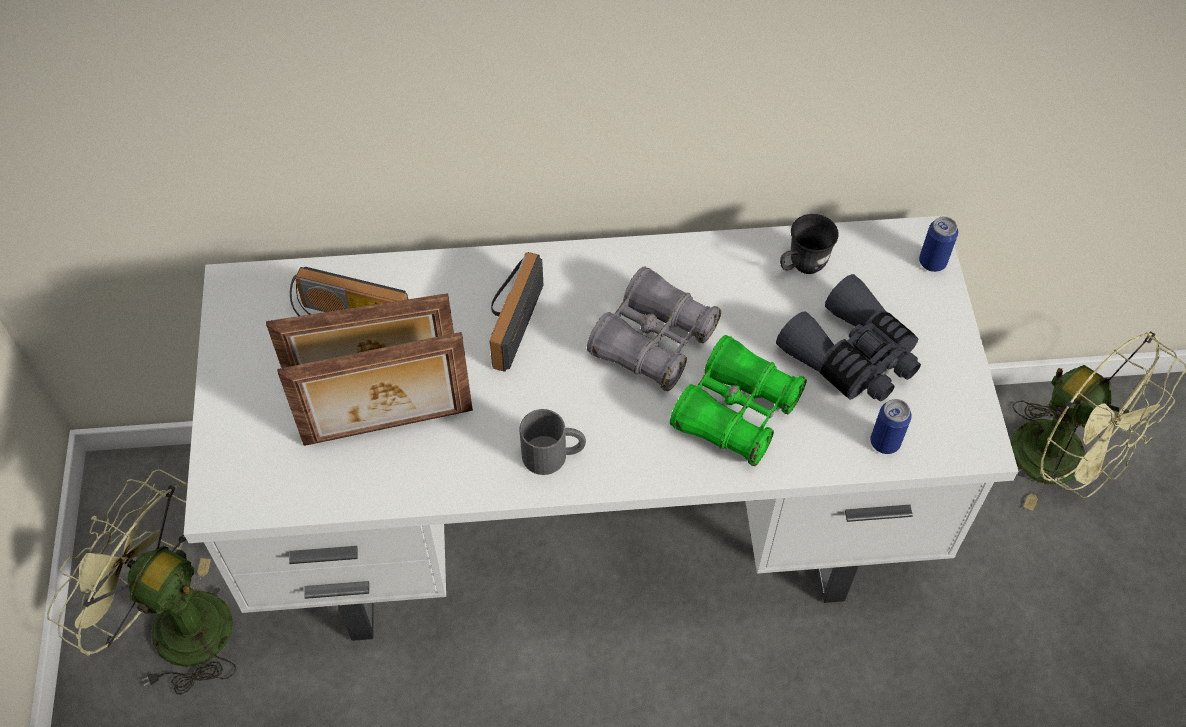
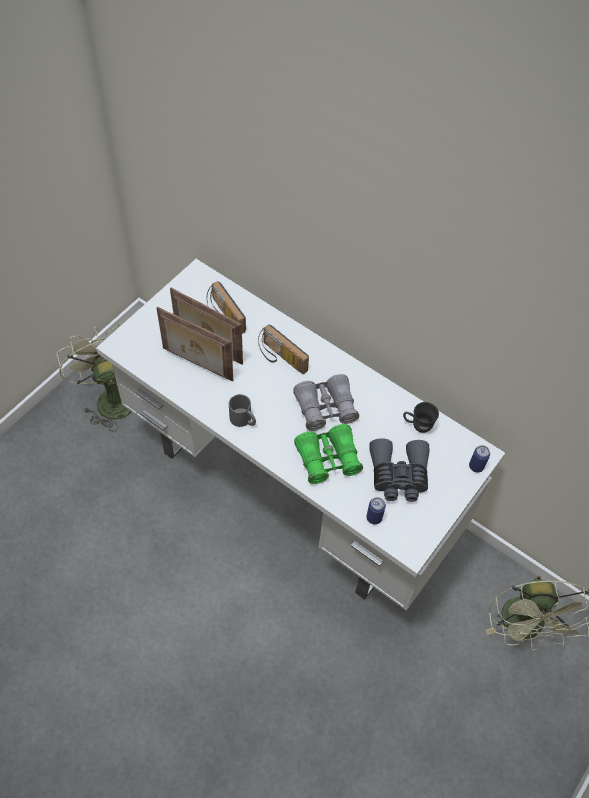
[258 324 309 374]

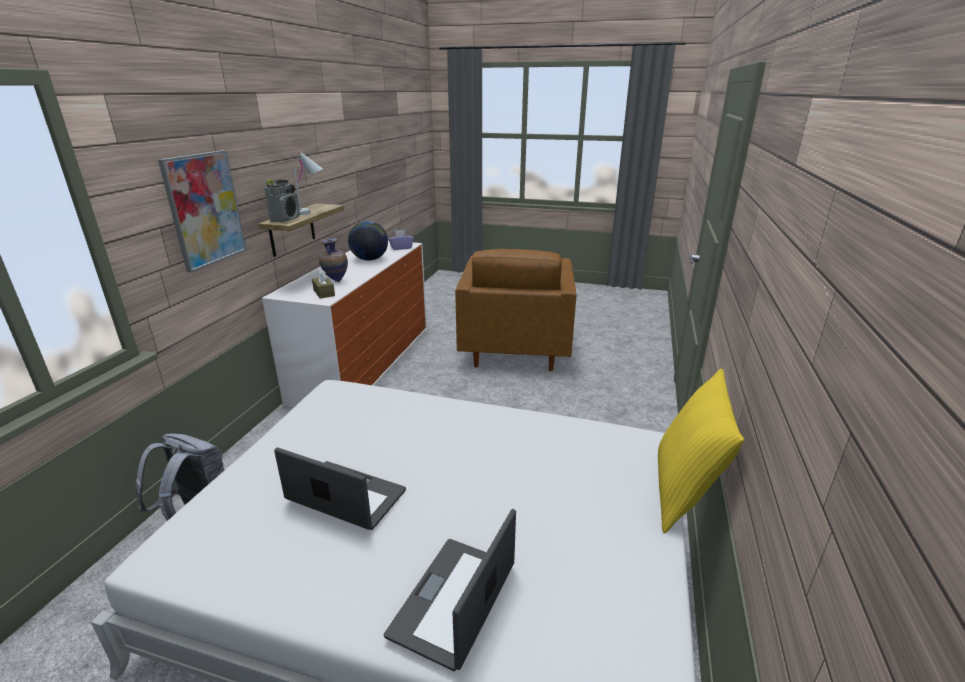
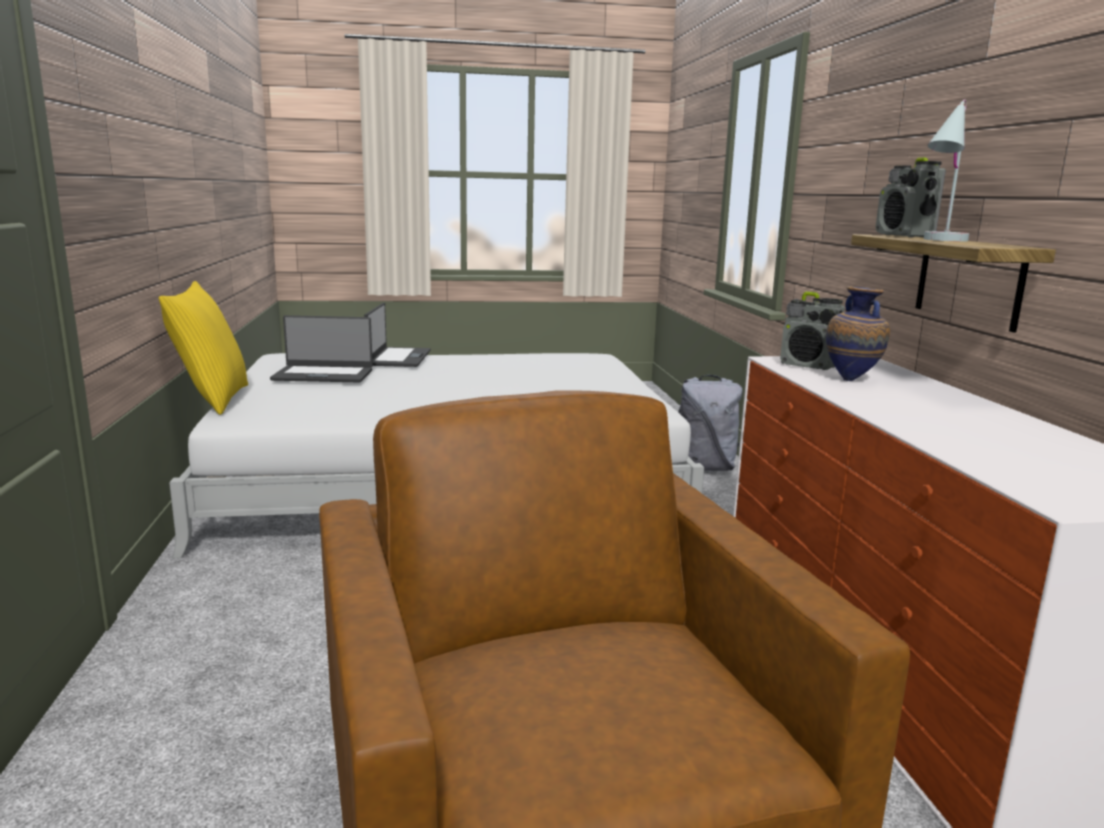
[270 315 373 382]
[780 292 845 370]
[158 150 247 273] (first image)
[348 221 388 261] (first image)
[388 229 414 250] (first image)

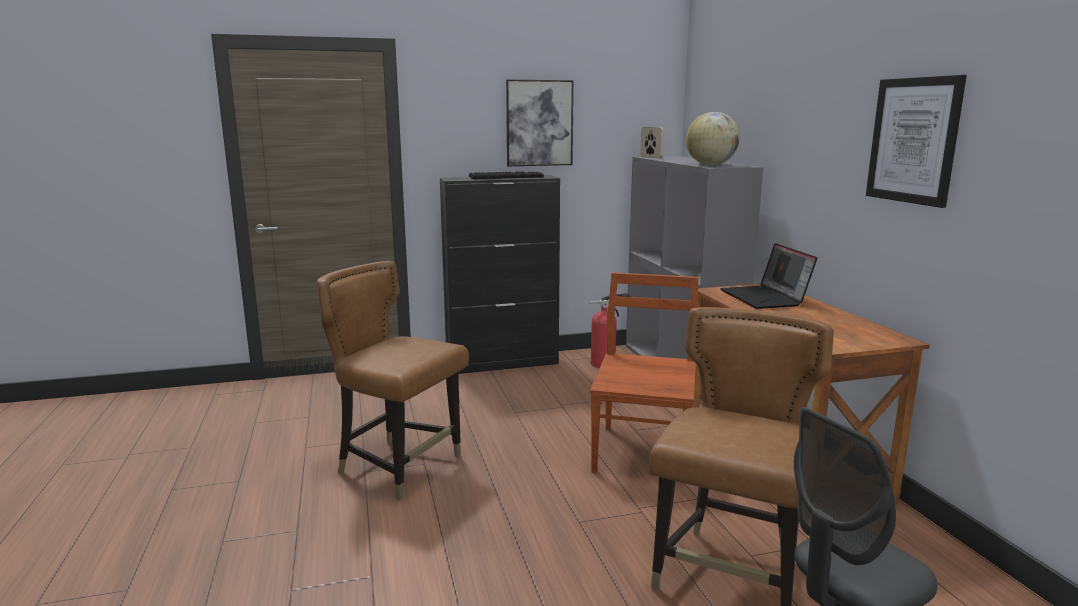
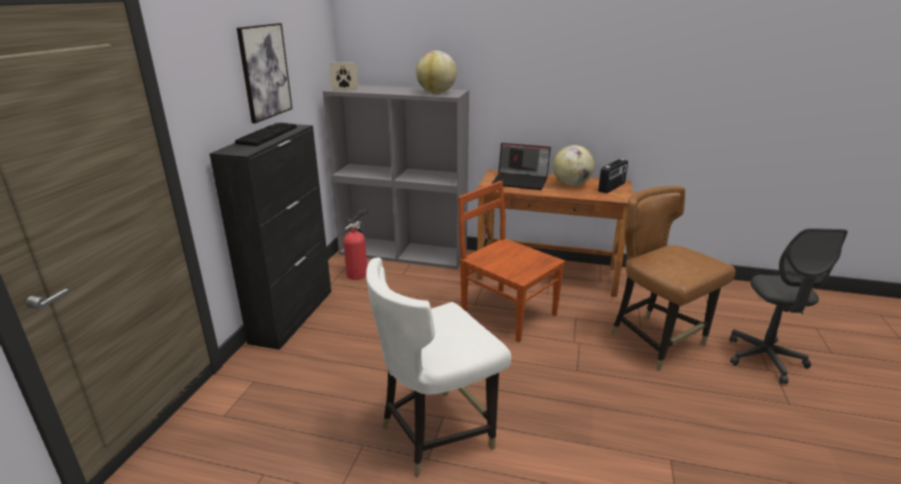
[366 258 511 477]
[553 145 594 186]
[598 159 628 194]
[866 75 967 208] (first image)

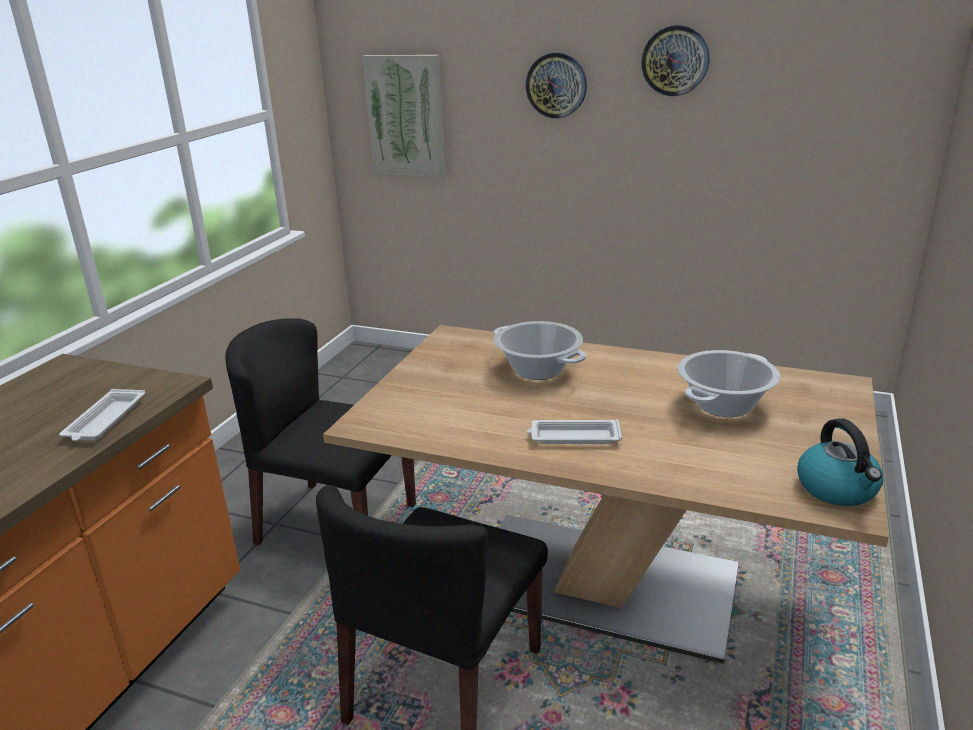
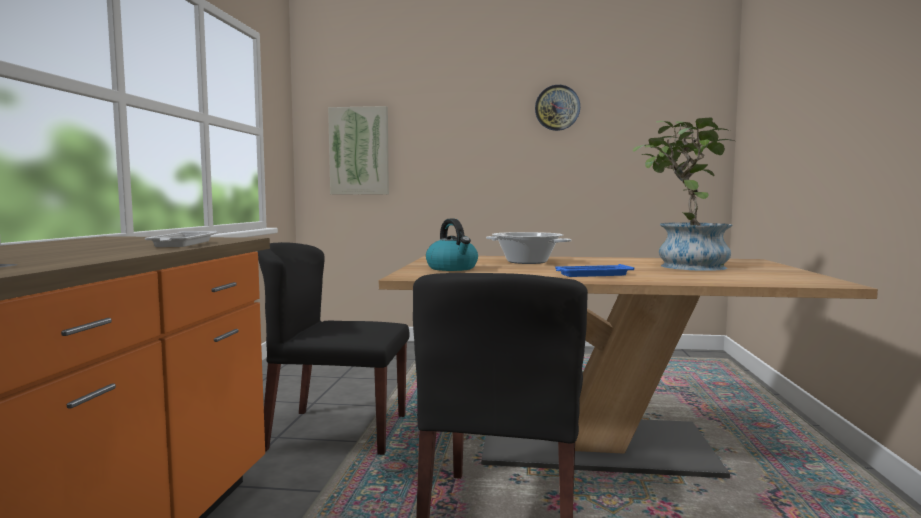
[426 218 478 271]
[555 264 634 277]
[633 118 734 271]
[526 52 587 118] (first image)

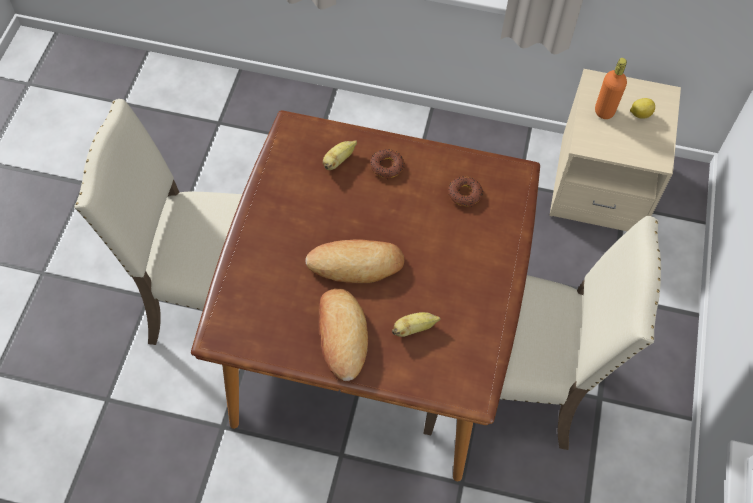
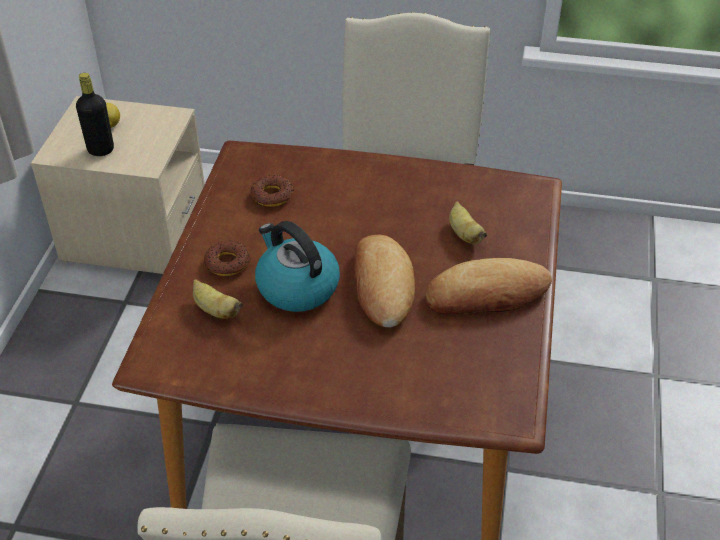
[76 73 114 156]
[255 221 340 312]

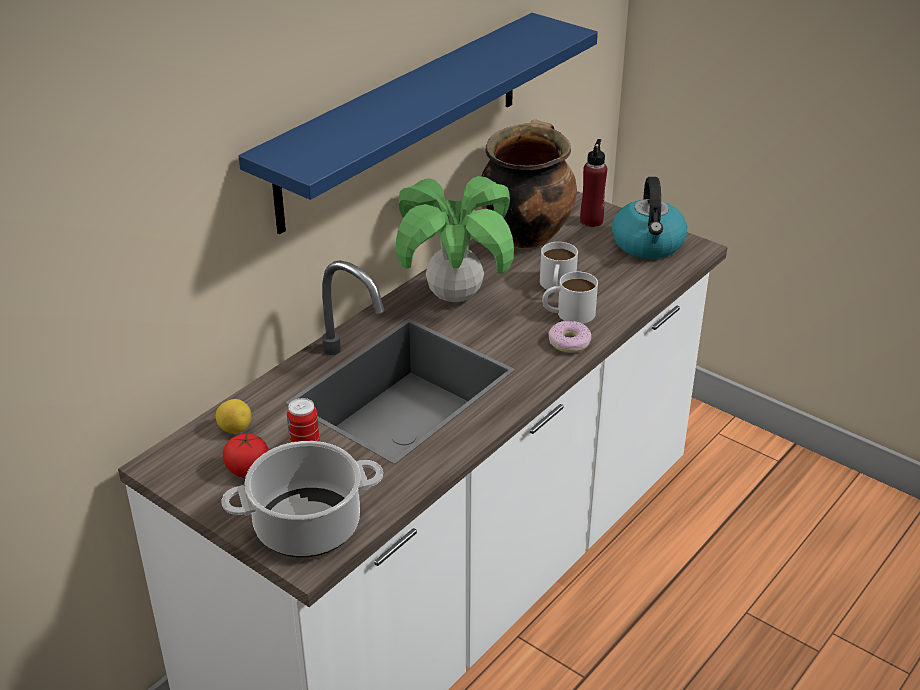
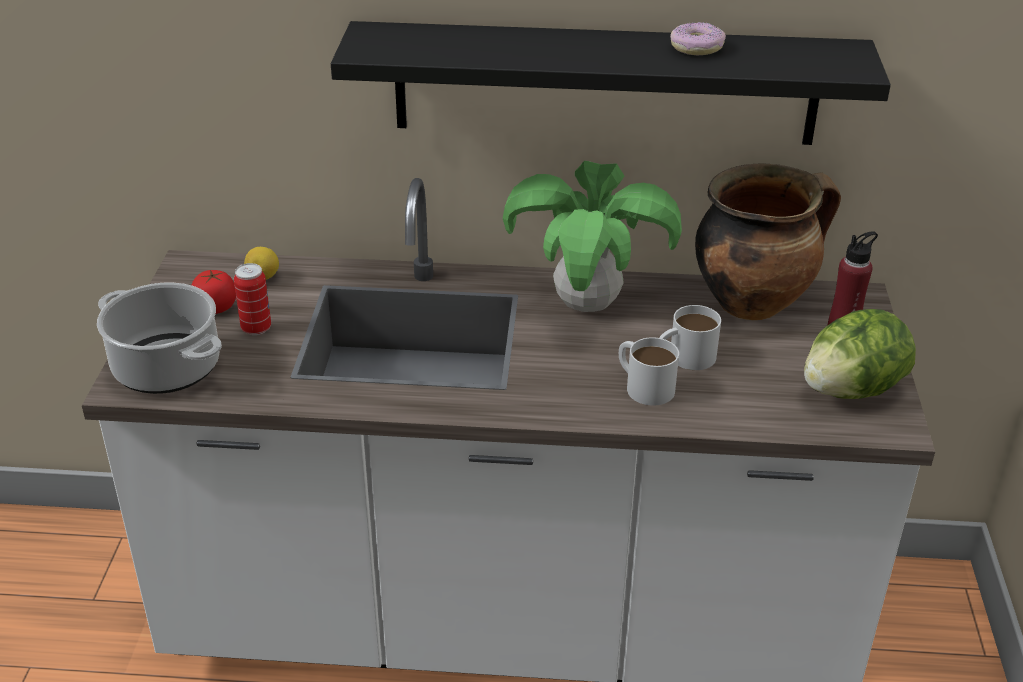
[331 21 891 145]
[670 22 726 55]
[804 309 916 399]

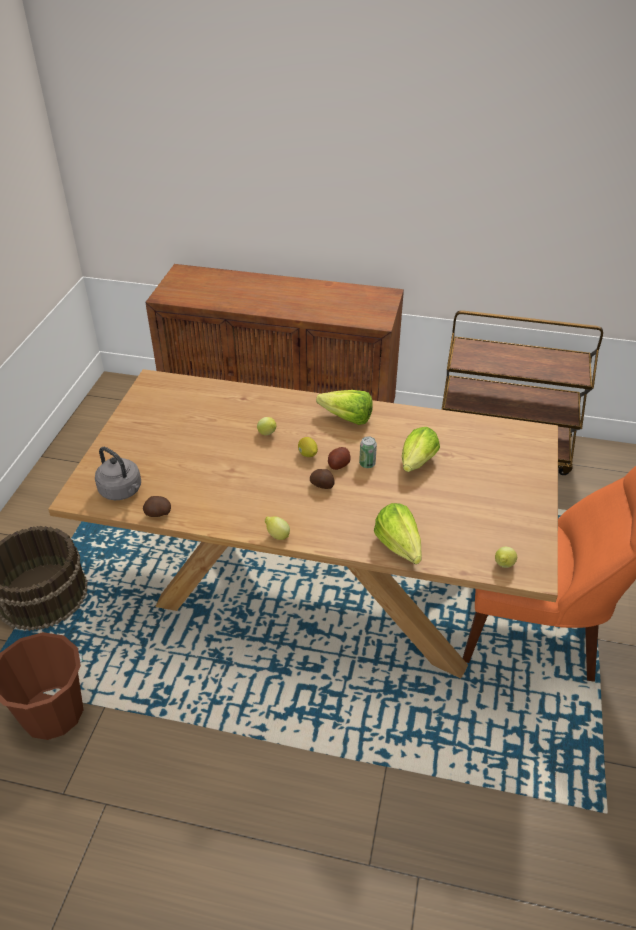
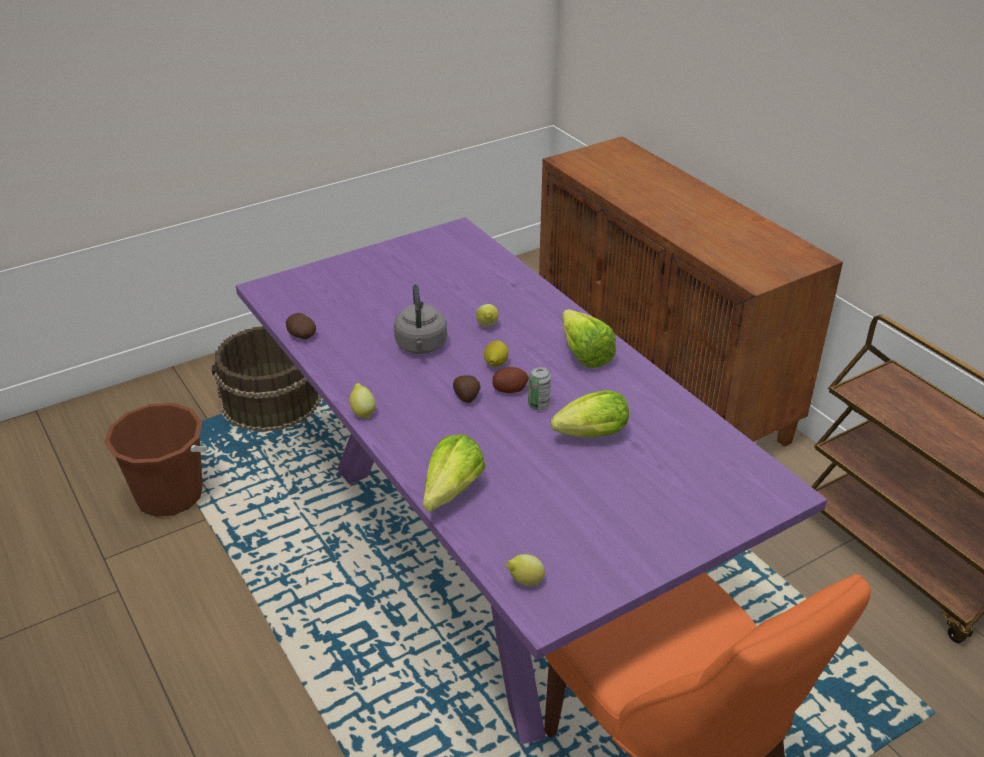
[236 217 827 744]
[394 284 447 354]

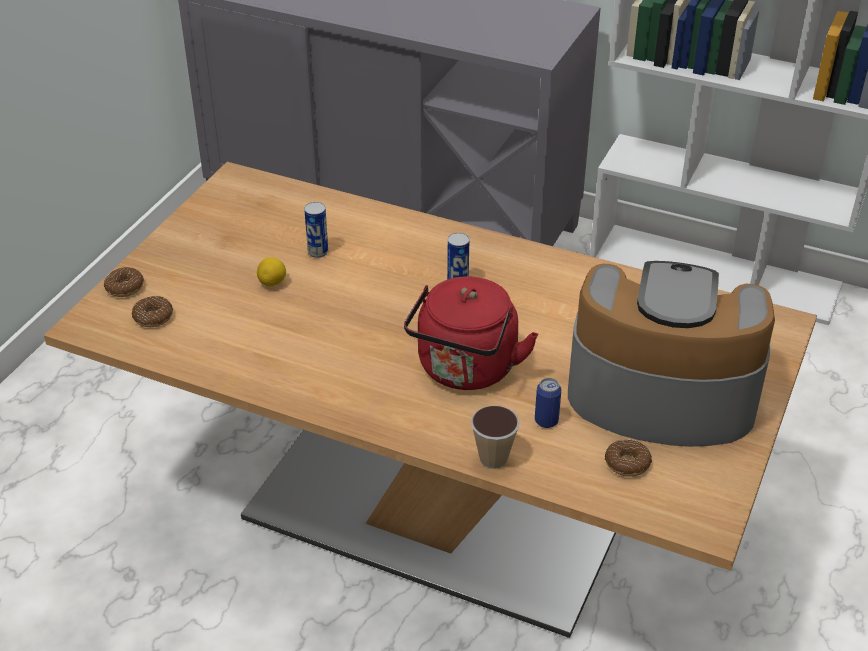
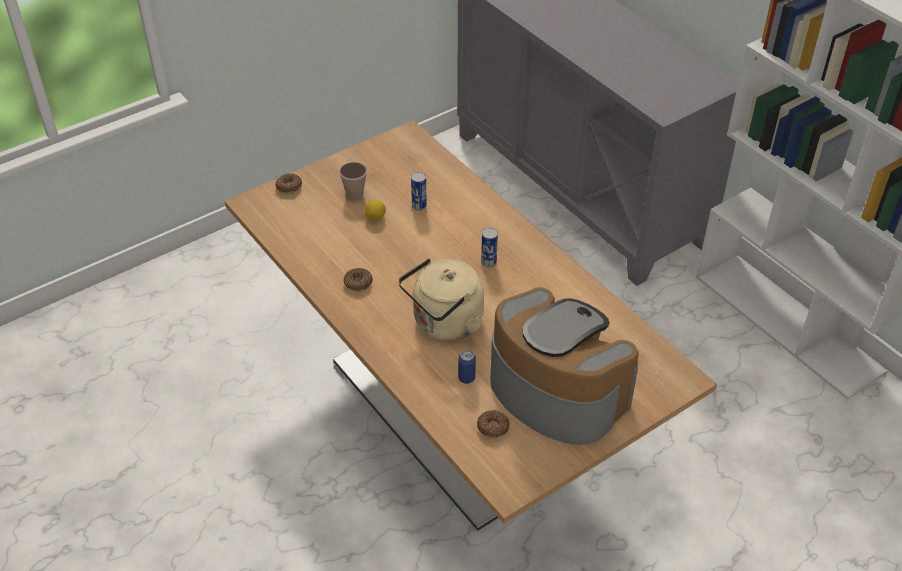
[339 162 367 199]
[344 268 373 292]
[398 258 484 340]

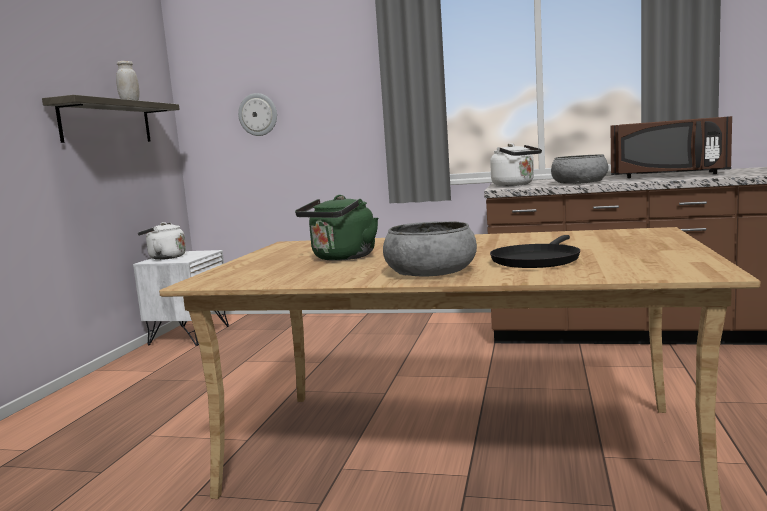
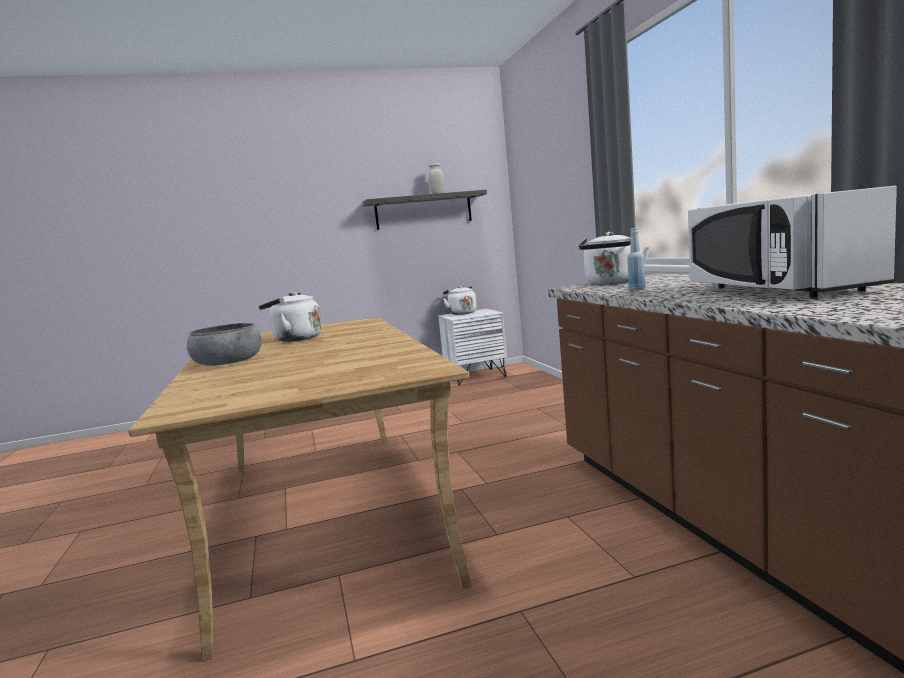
[259 292 322 342]
[627 228 646 290]
[688 186 897 298]
[238 93 277 136] (first image)
[490 235 580 268] (first image)

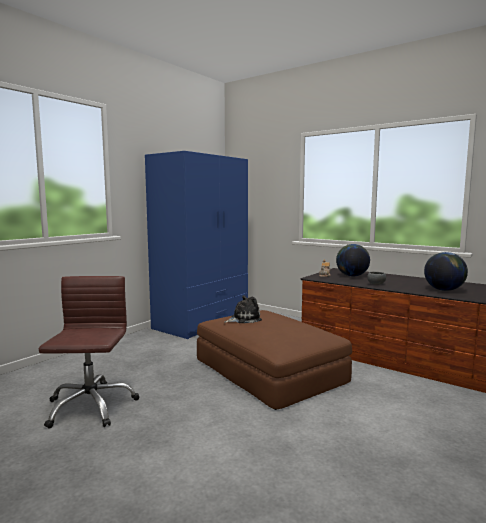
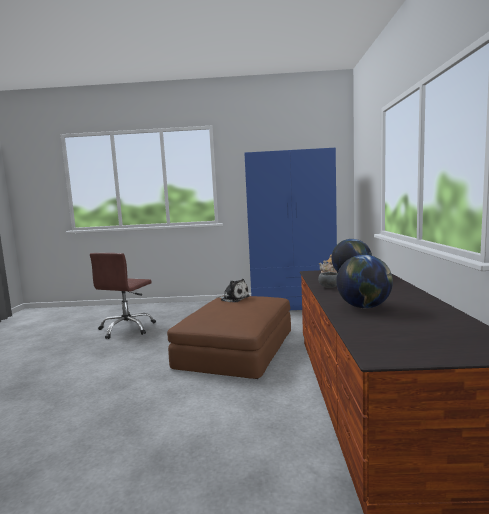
[90 253 156 339]

